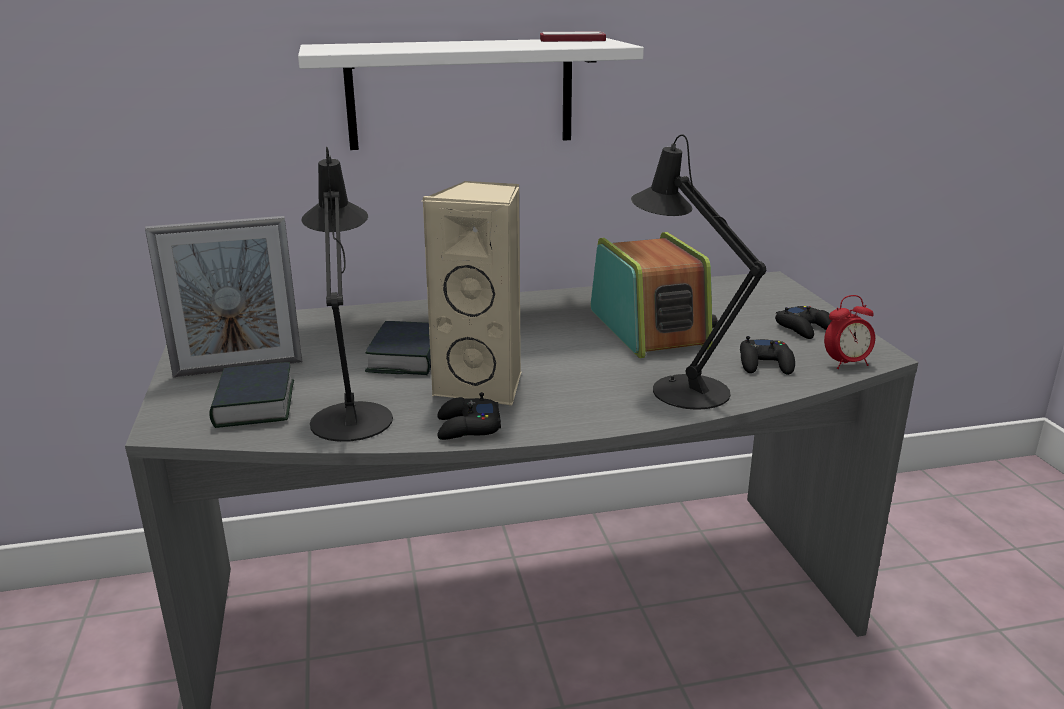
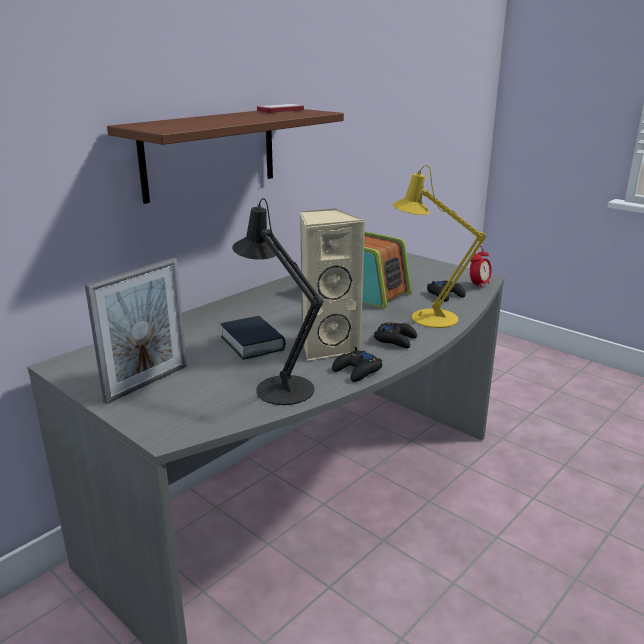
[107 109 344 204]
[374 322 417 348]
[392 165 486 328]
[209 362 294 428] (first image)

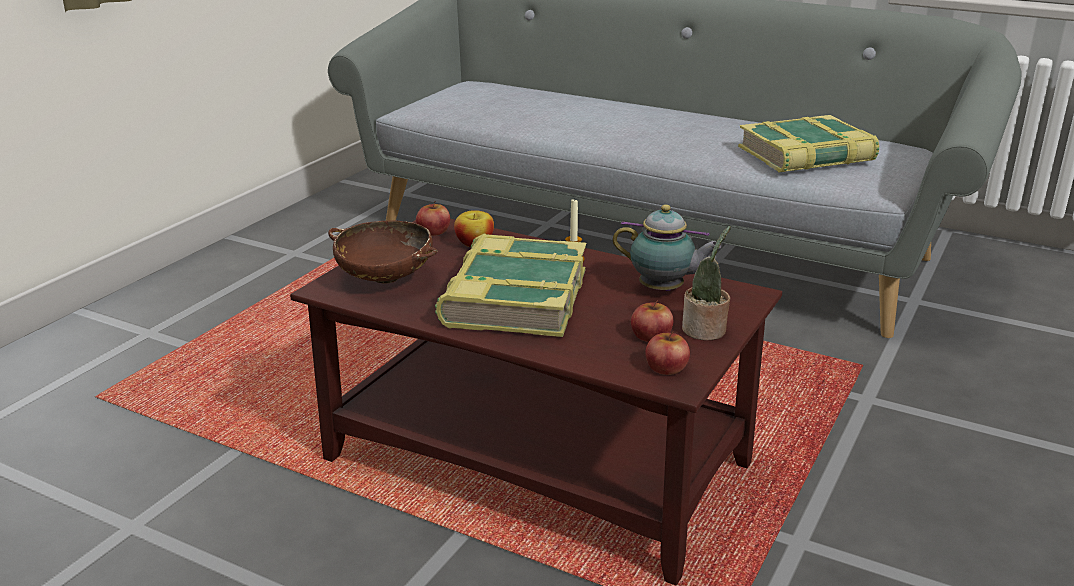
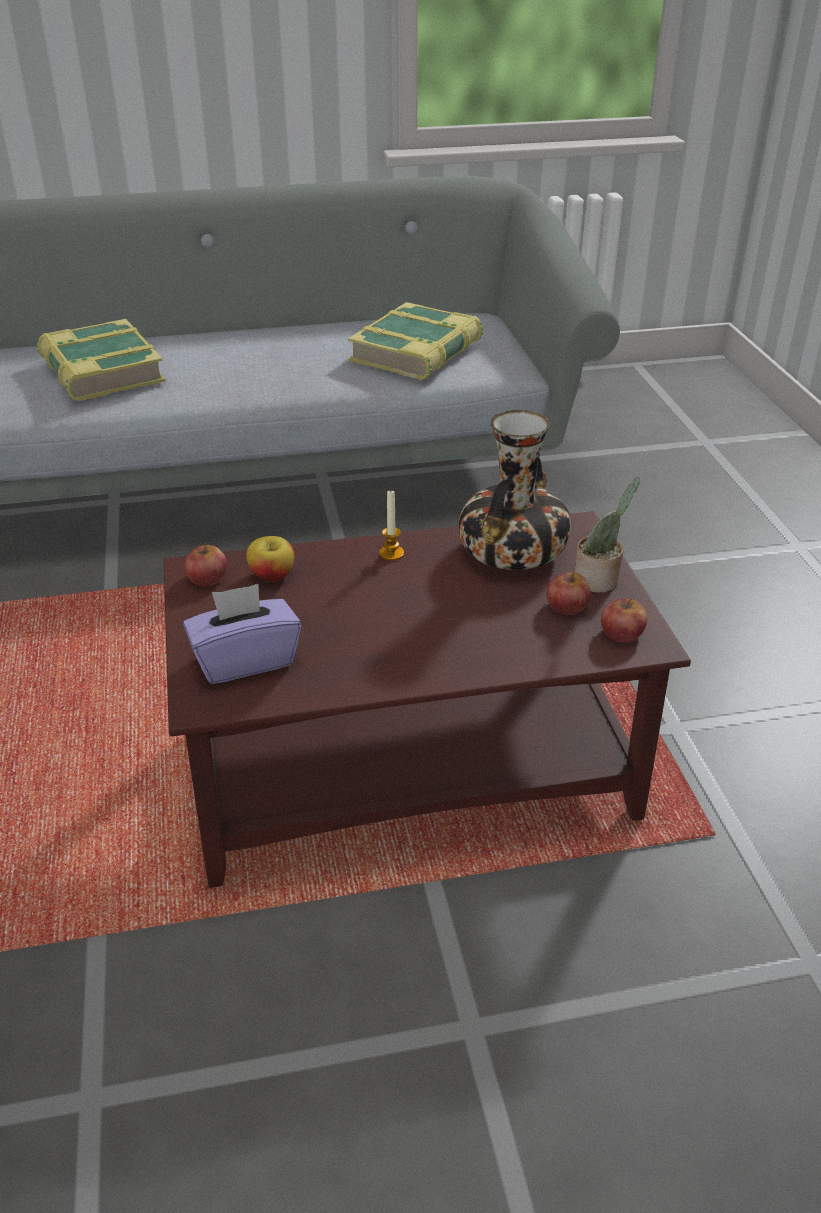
[36 319 166 401]
[183 584 301 684]
[459 410 571 570]

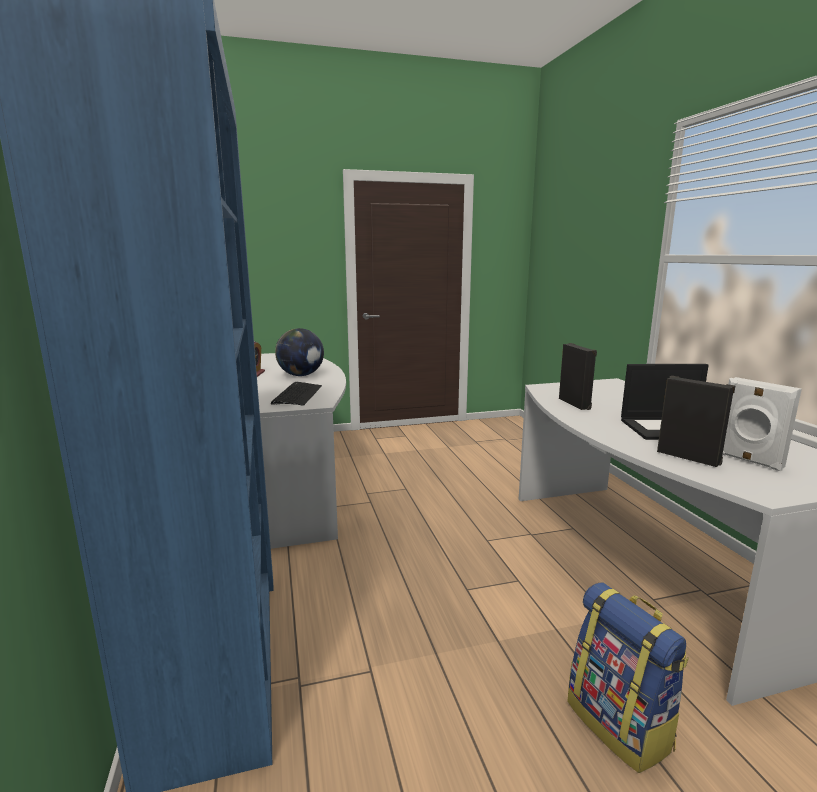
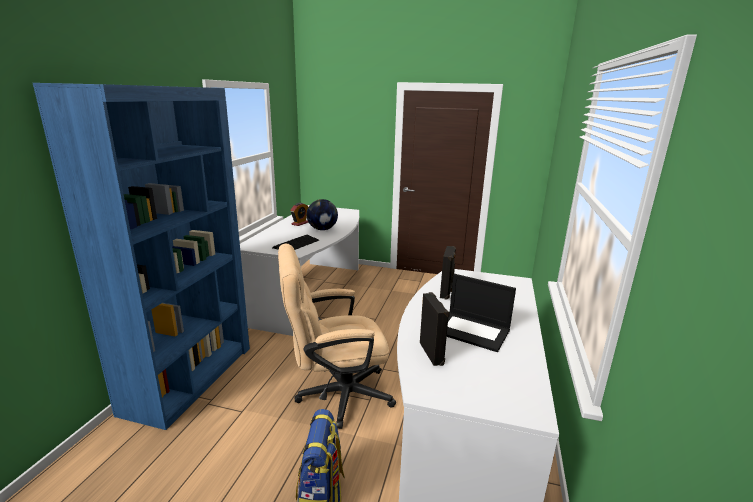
[278 244 396 429]
[722 377 802 471] (first image)

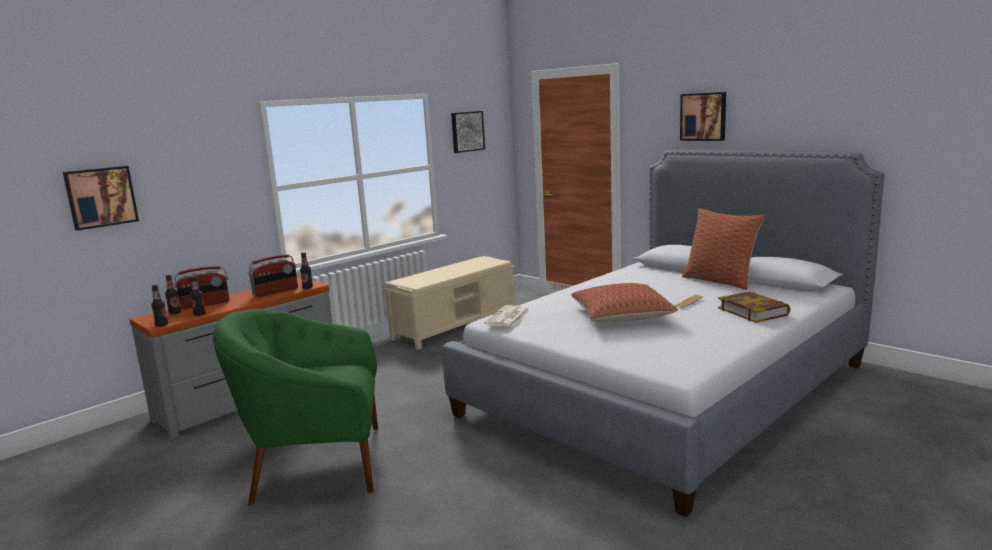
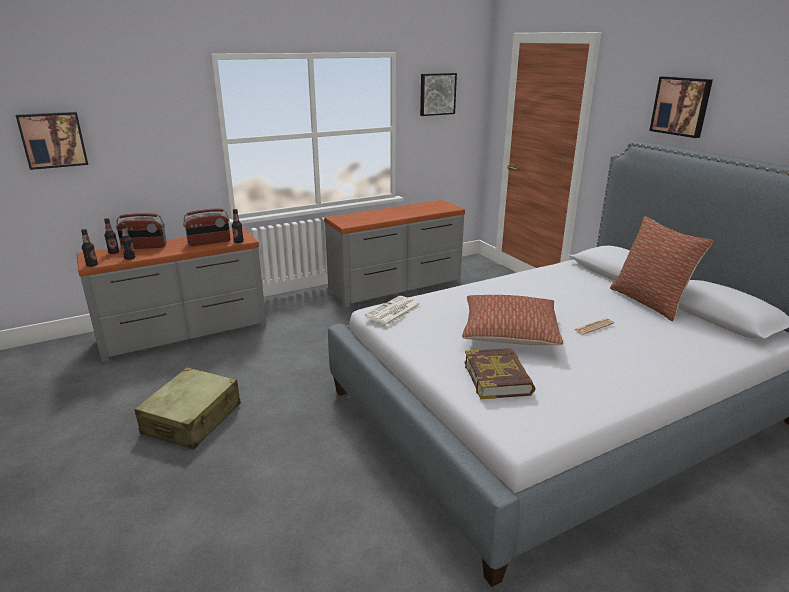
[134 367 241 450]
[324 200 465 307]
[464 348 535 399]

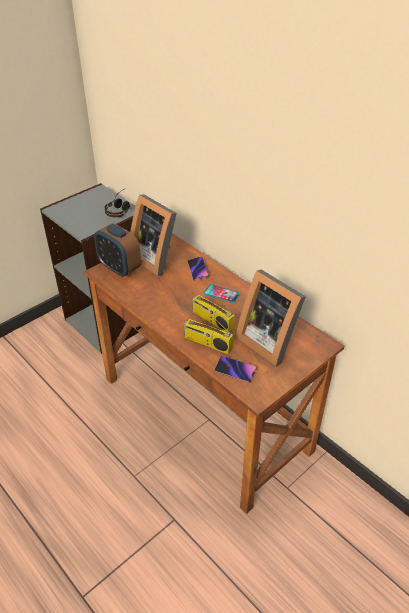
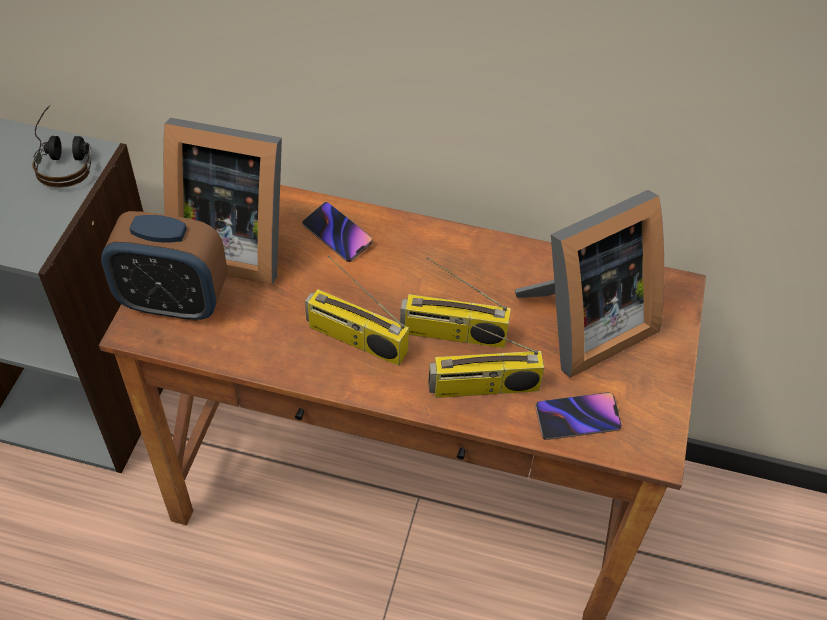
[305 255 409 366]
[515 190 664 378]
[204 284 240 303] (first image)

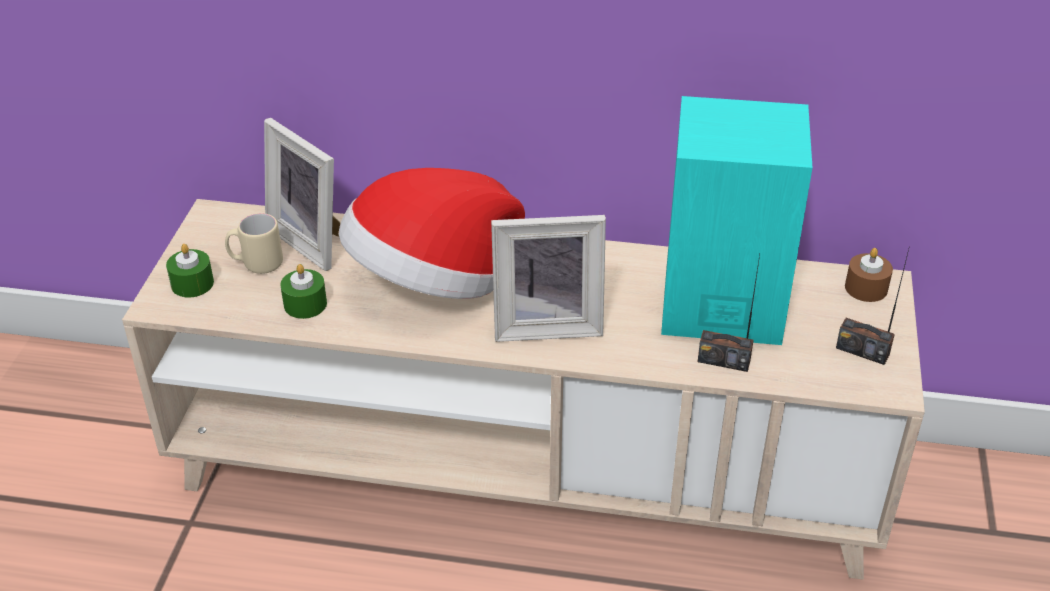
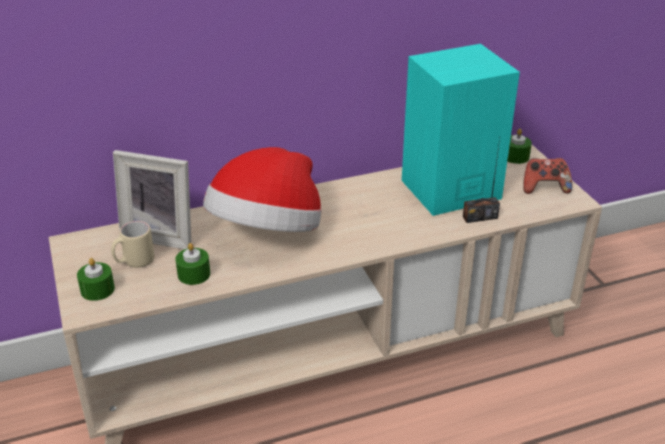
[507 129 532 164]
[523 158 572 194]
[491 215 606 342] (first image)

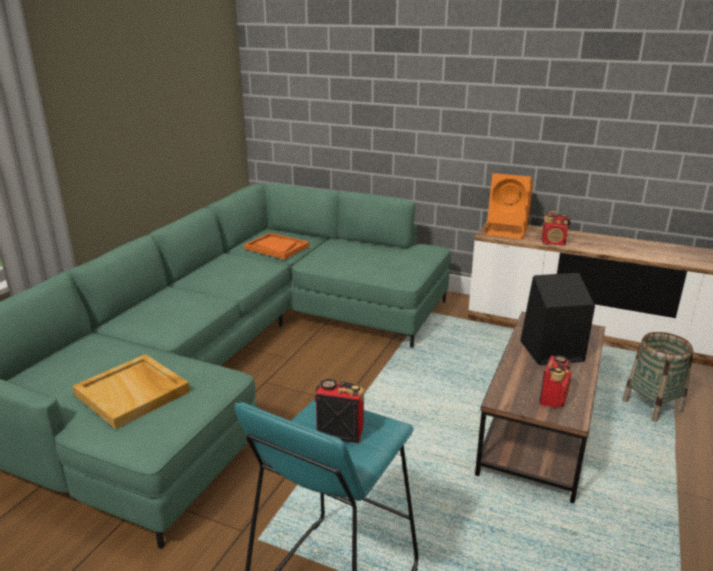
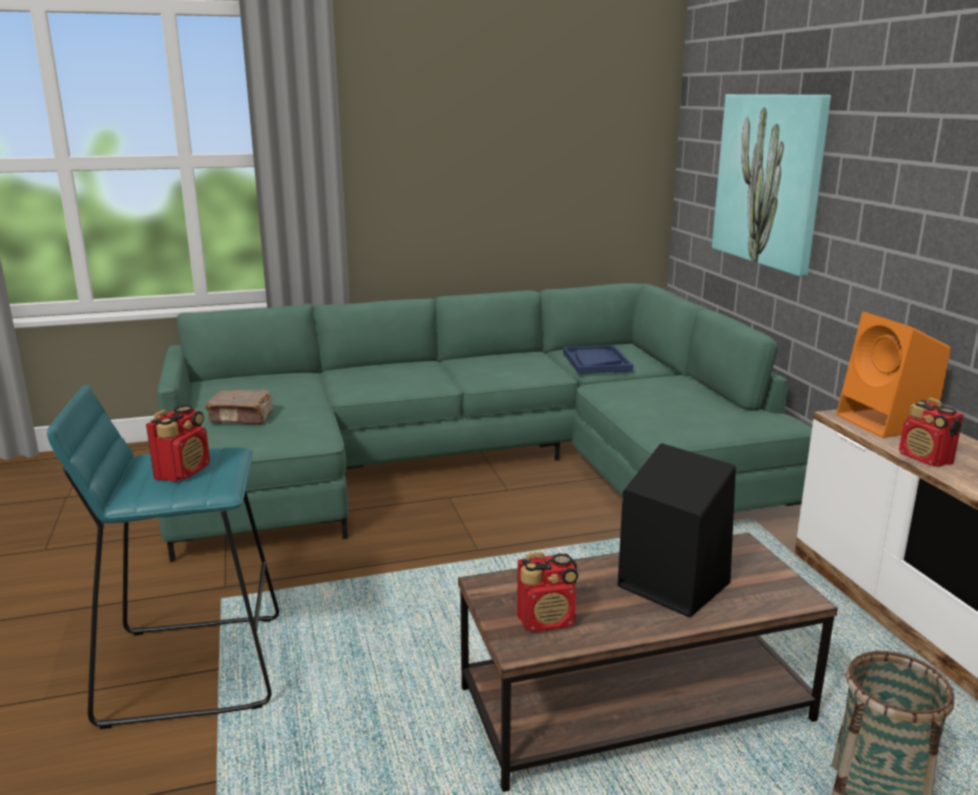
[146 405 210 482]
[205 390 273 424]
[563 345 633 374]
[712 94 831 276]

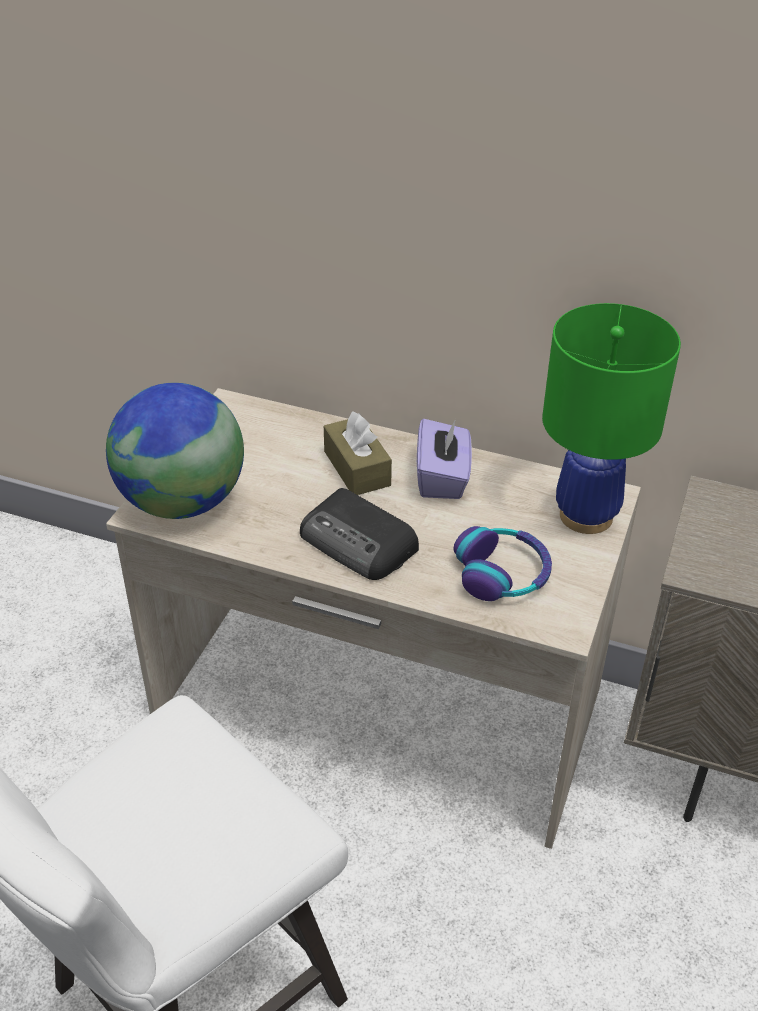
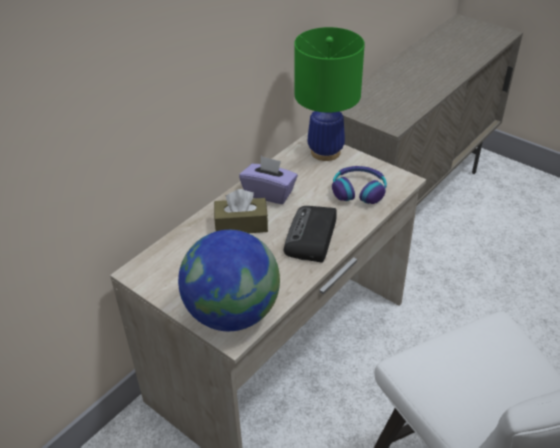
[284 206 337 263]

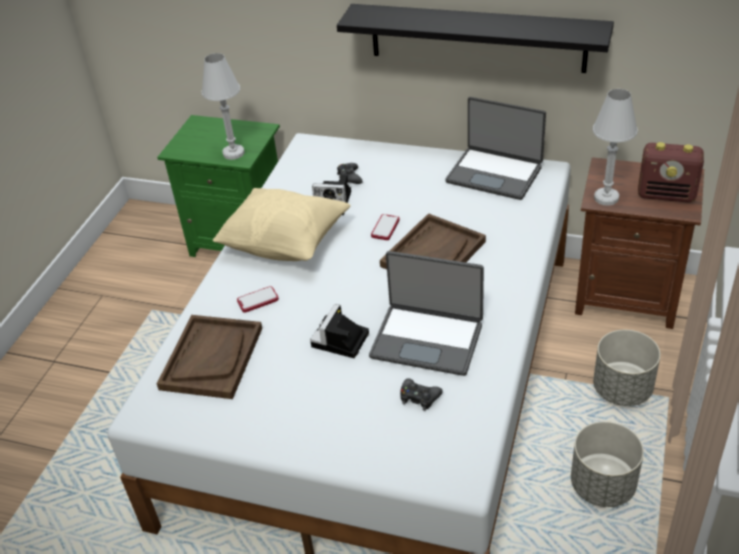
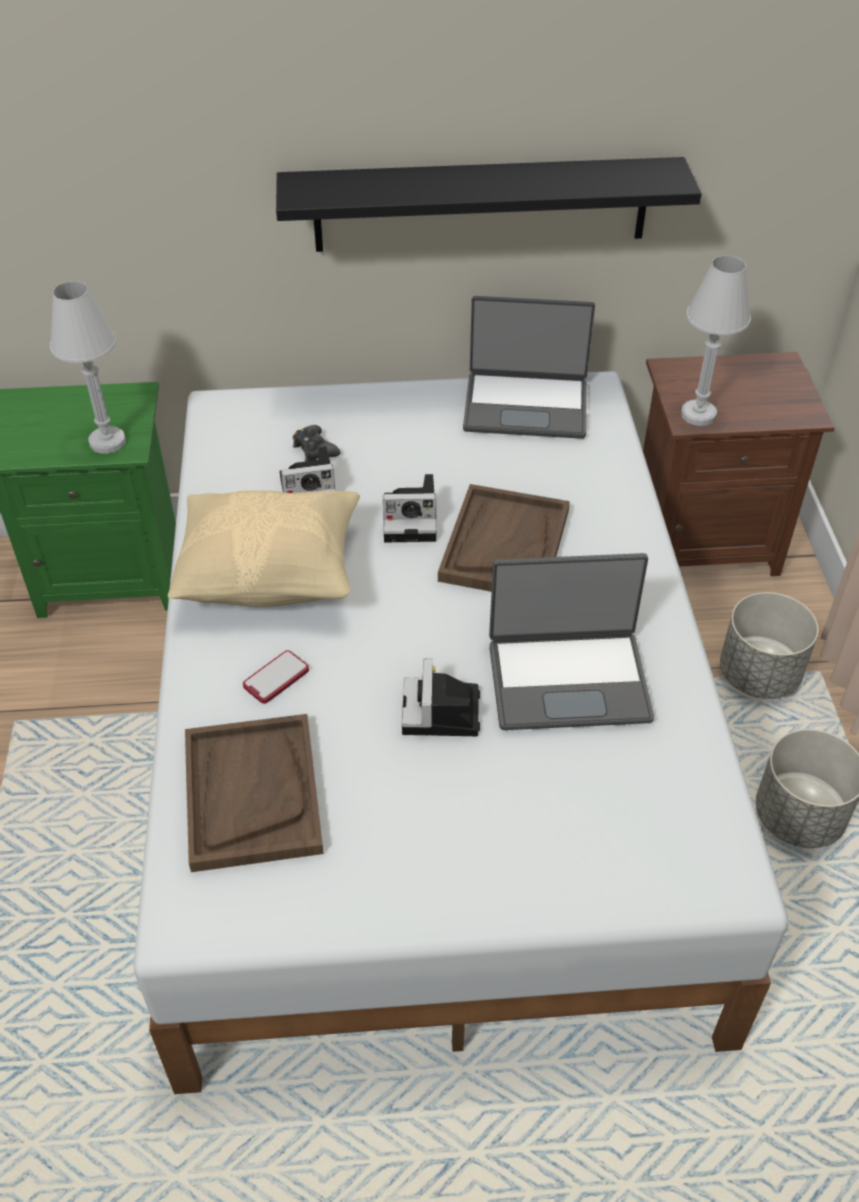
[383 474 437 543]
[400 378 443 411] (first image)
[638 142 704 203] (first image)

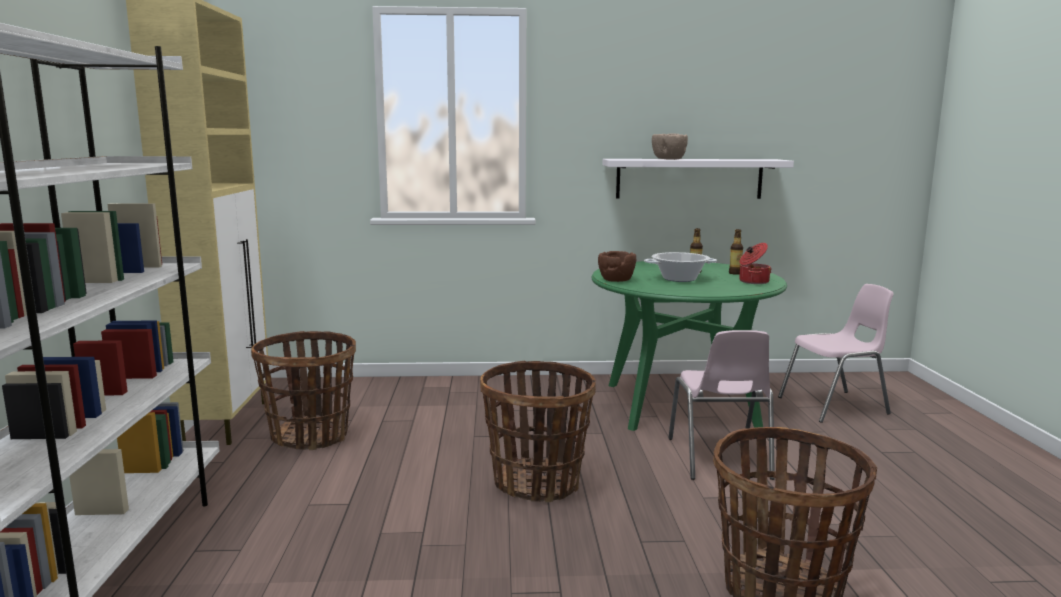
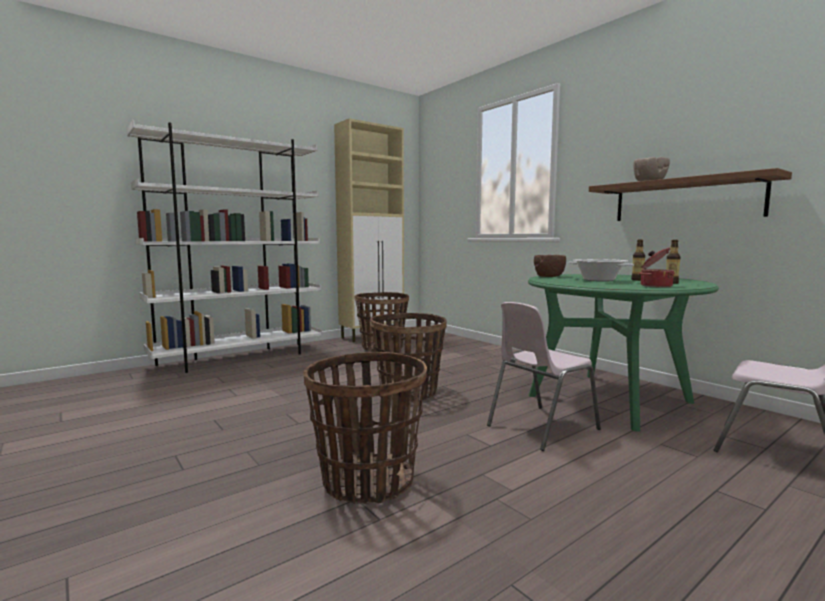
[589 168 792 221]

